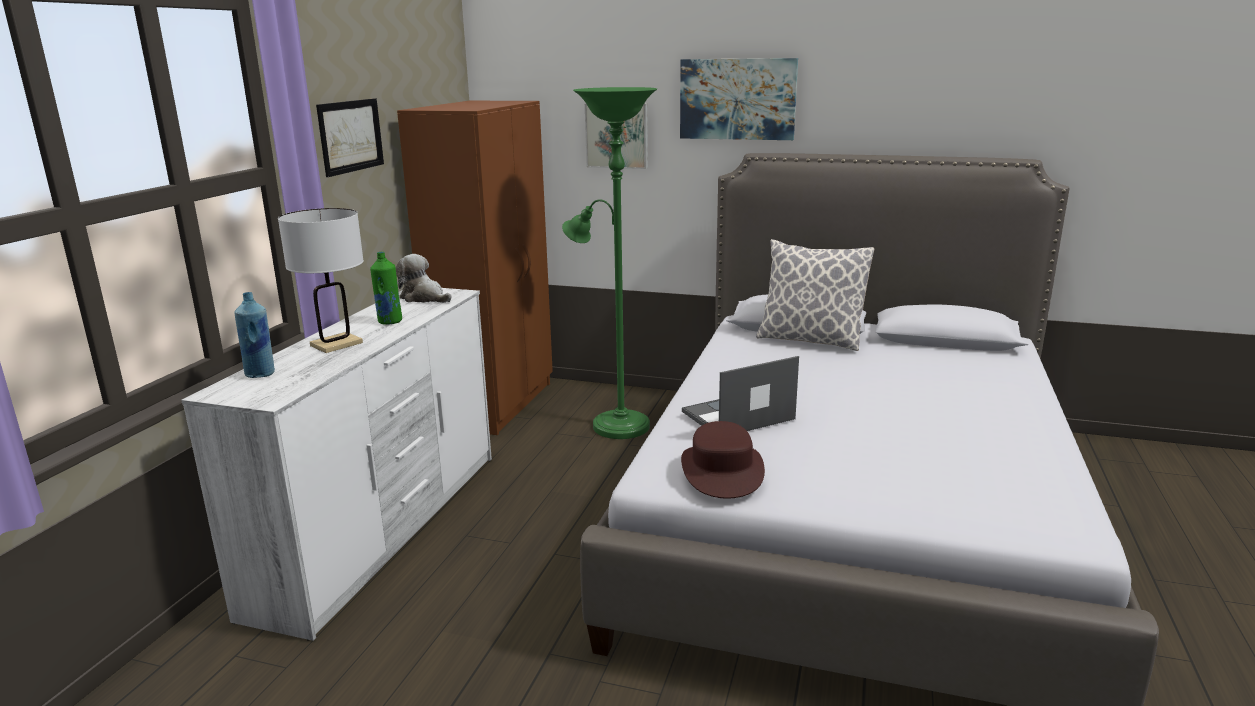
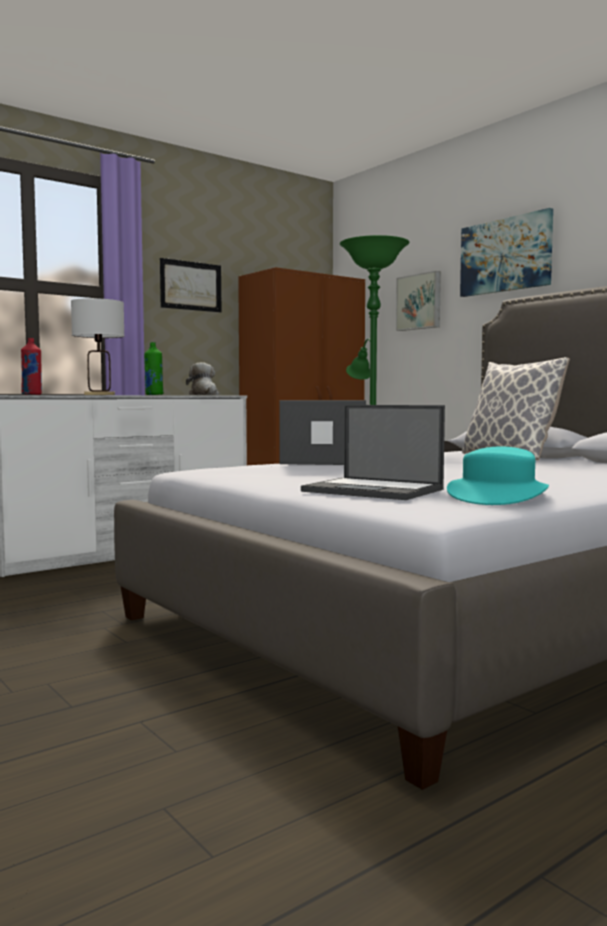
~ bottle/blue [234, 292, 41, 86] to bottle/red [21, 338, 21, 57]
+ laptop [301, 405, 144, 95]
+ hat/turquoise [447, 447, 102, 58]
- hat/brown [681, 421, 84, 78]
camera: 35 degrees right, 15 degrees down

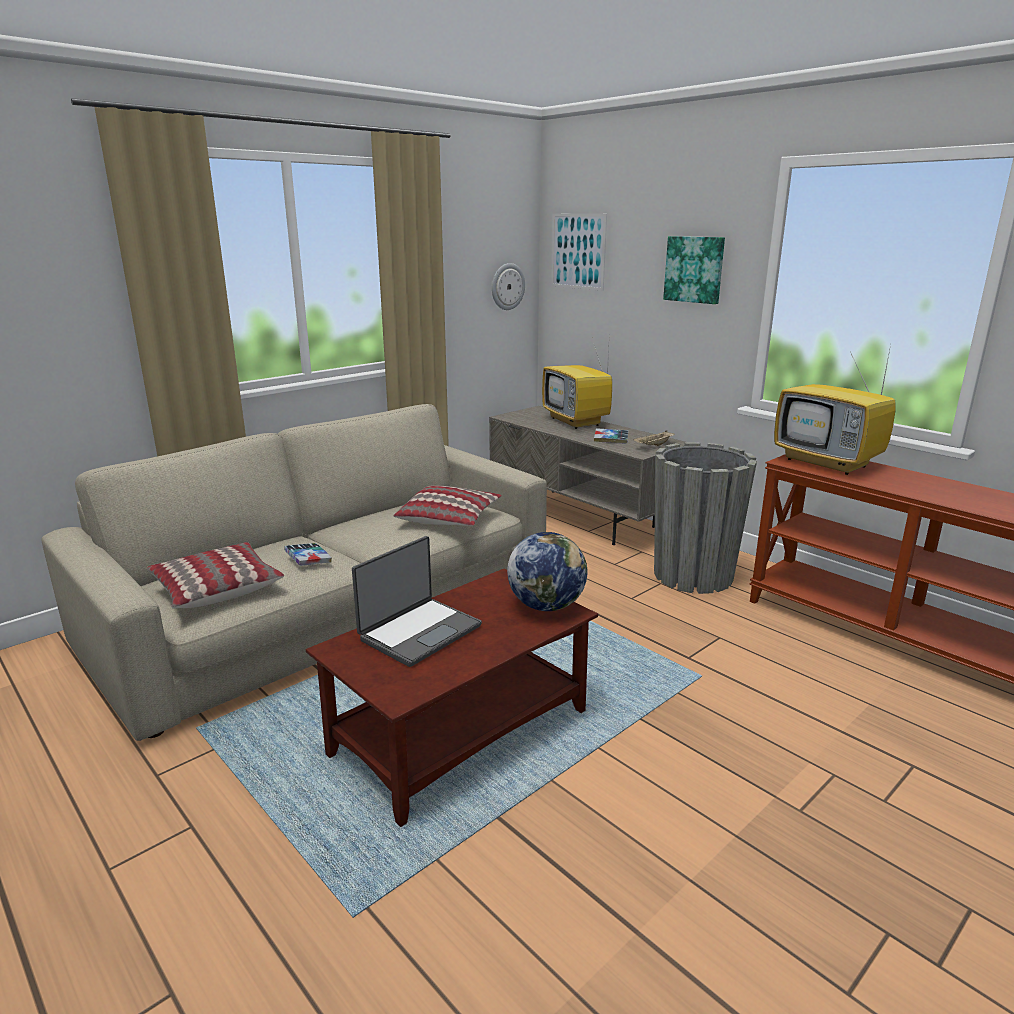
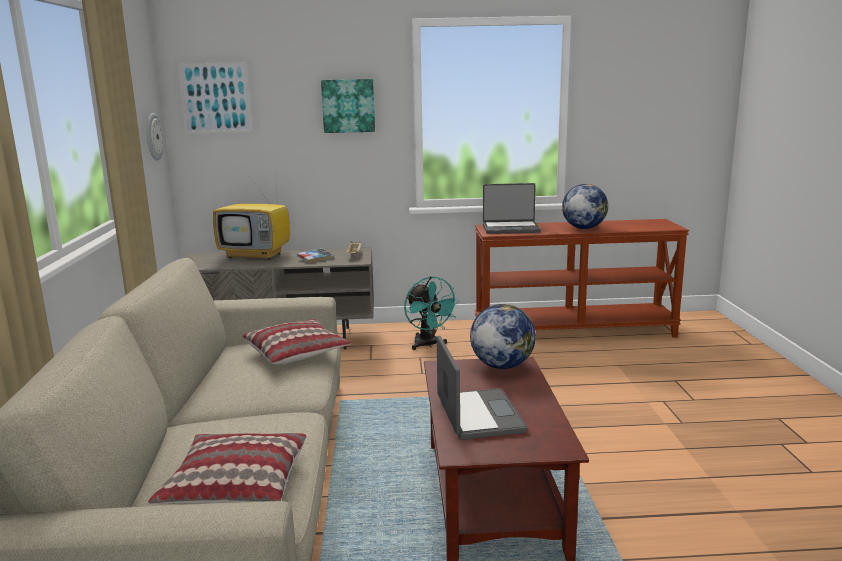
~ planter/grey [654, 442, 103, 152] to fan/turquoise [404, 276, 56, 74]
~ television [774, 345, 122, 130] to laptop [483, 183, 58, 51]
+ globe [562, 184, 46, 45]
- book [284, 543, 48, 23]
camera: 50 degrees left, 5 degrees down

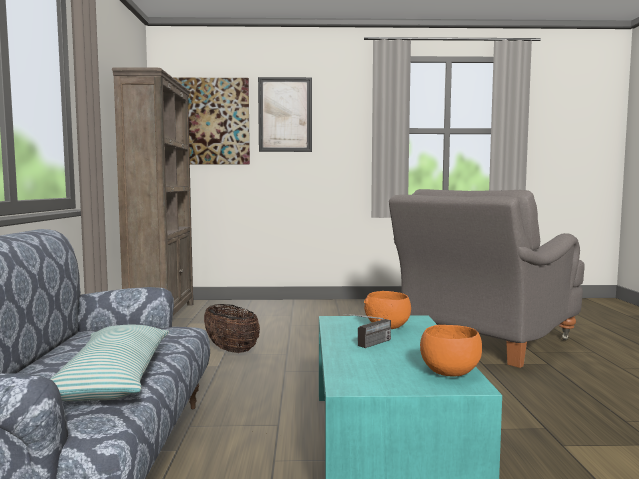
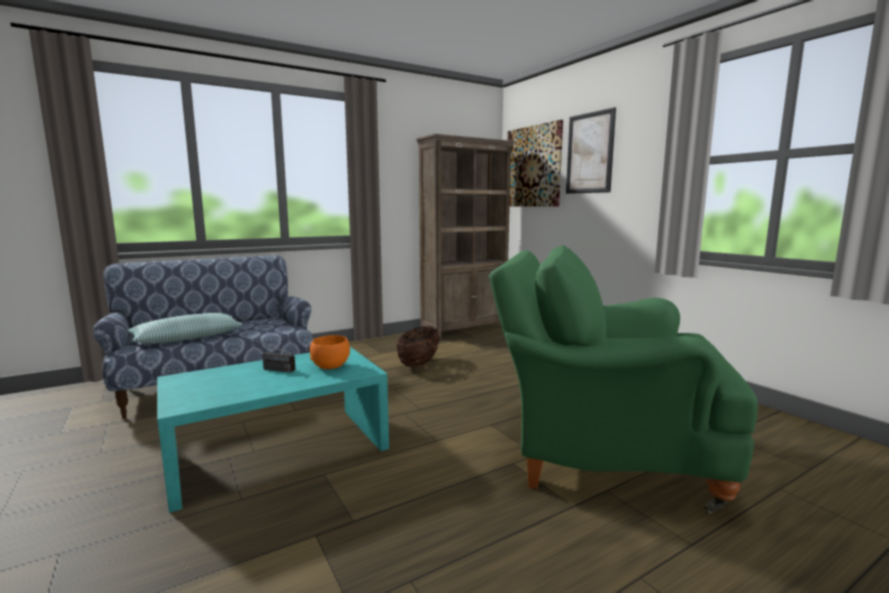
~ armchair/grey [389, 189, 196, 179] to armchair/green [489, 245, 269, 268]
- bowl/orange [420, 325, 62, 52]
camera: 60 degrees right, 5 degrees up

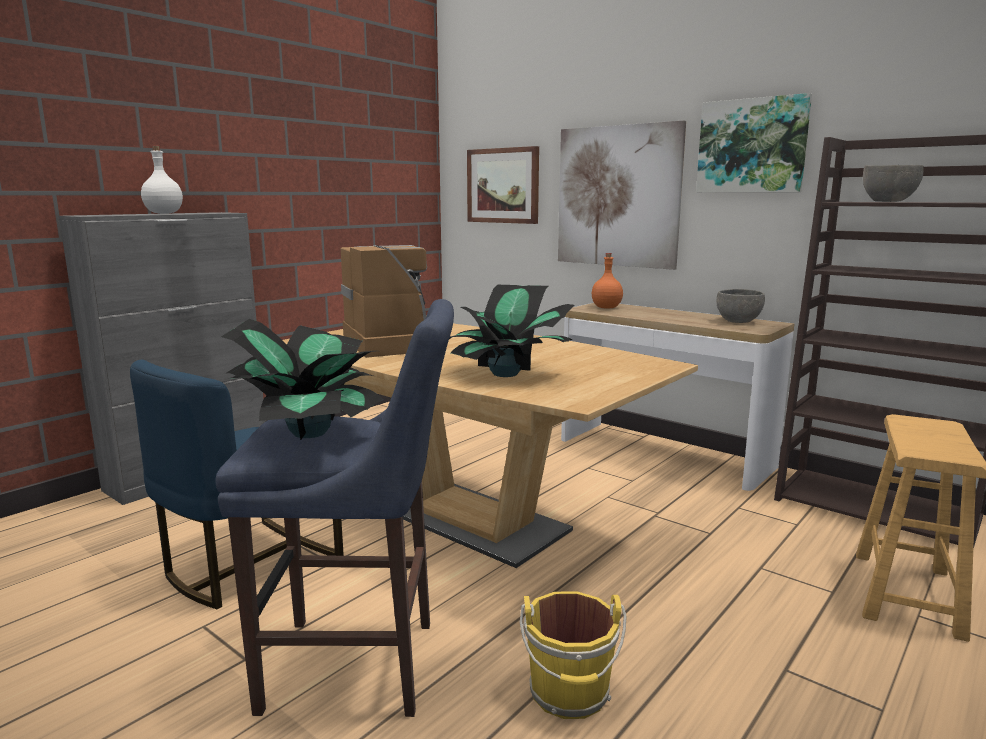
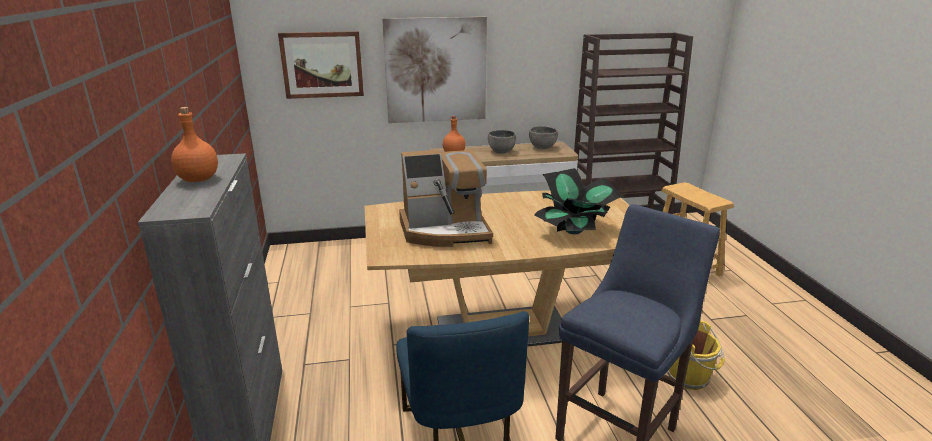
~ bottle/white [141, 145, 42, 69] to bottle/orange [171, 107, 47, 75]
~ coffee machine [341, 245, 86, 113] = [399, 150, 94, 97] 150 degrees clockwise
~ bowl/grey [863, 165, 61, 37] to [488, 130, 28, 24]
- potted plant [221, 319, 163, 121]
- picture [696, 93, 116, 99]
camera: 50 degrees left, 10 degrees up

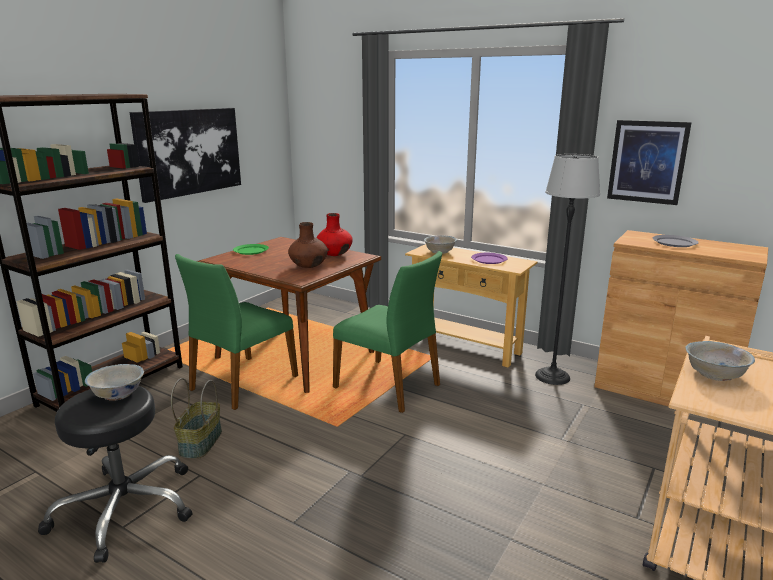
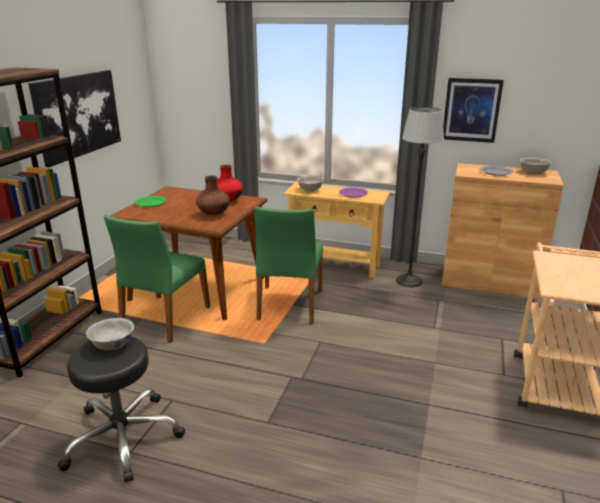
~ chair/green [333, 251, 109, 162] = [254, 207, 69, 117] 75 degrees clockwise
~ bowl/white [685, 341, 70, 40] to [519, 158, 33, 16]
- basket [171, 378, 51, 81]
camera: 15 degrees left, 5 degrees up

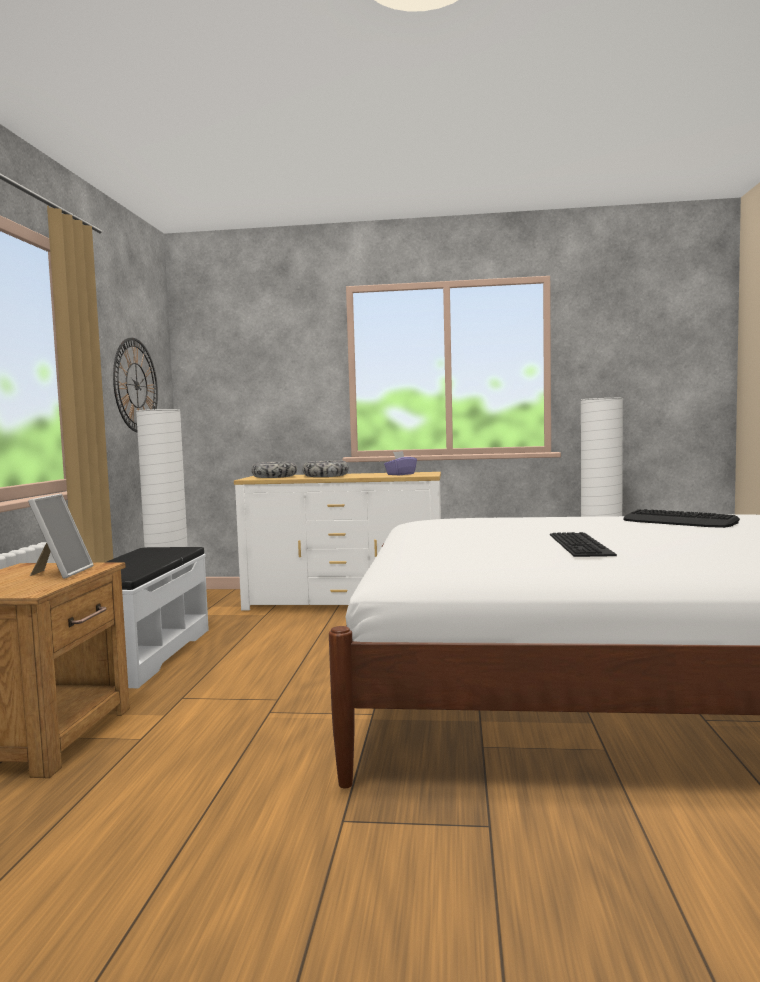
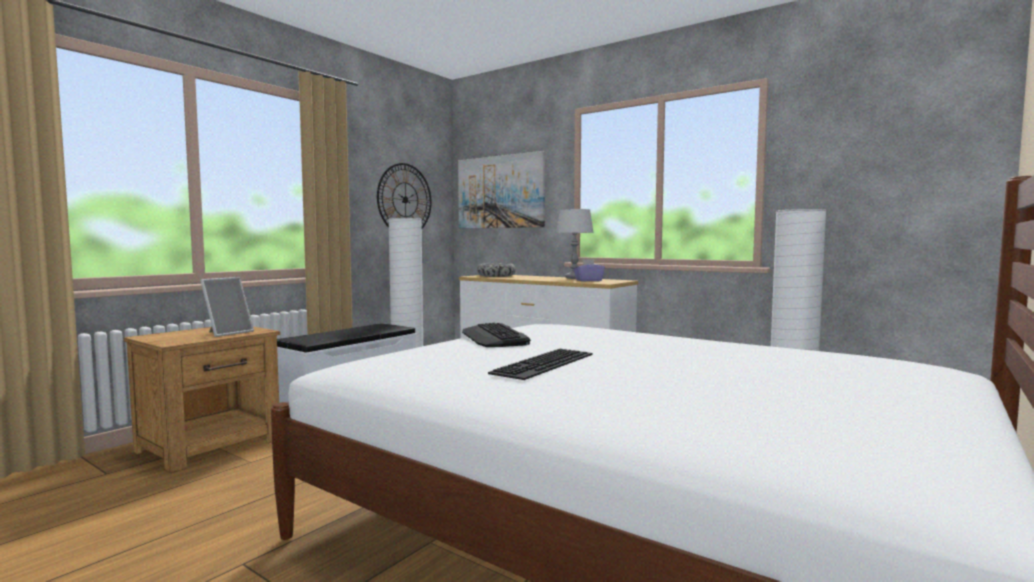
+ picture [458, 151, 87, 78]
~ keyboard [623, 509, 117, 19] to [462, 323, 69, 24]
+ table lamp/grey [556, 209, 38, 70]
- bowl [302, 460, 47, 17]
camera: 30 degrees right, 0 degrees up

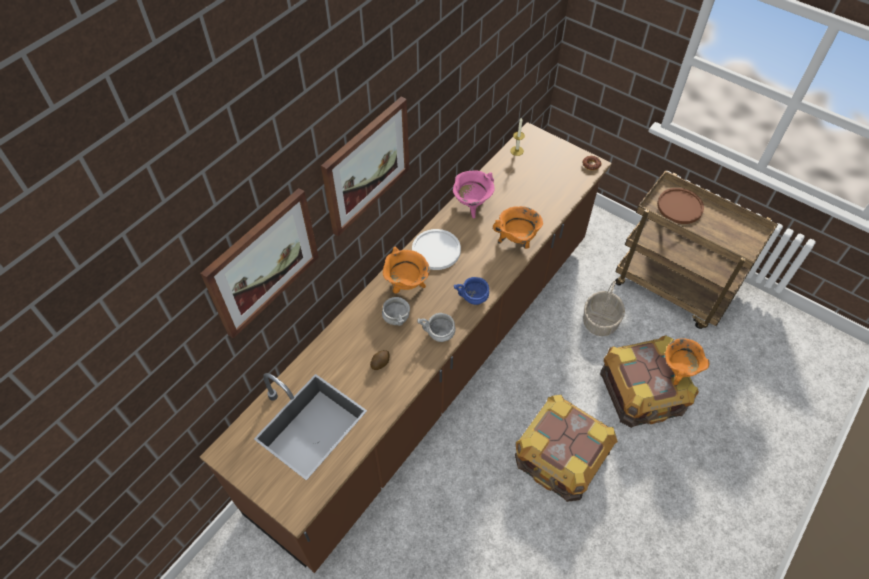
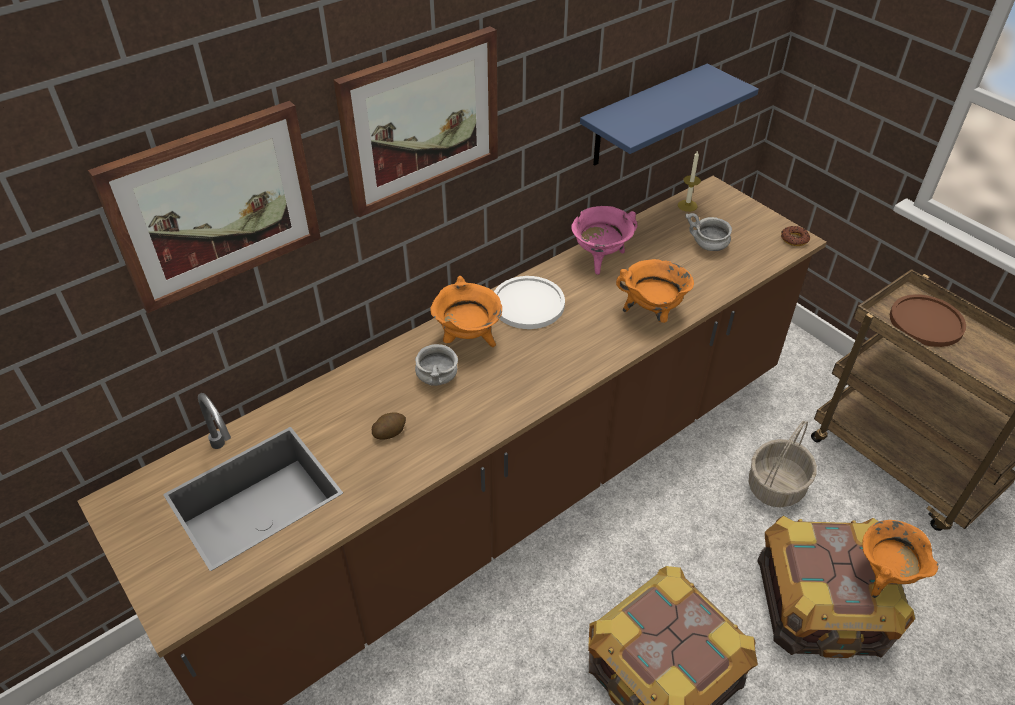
+ shelf/blue [580, 64, 179, 102]
~ bowl/grey [417, 313, 38, 29] to [685, 213, 47, 38]
- bowl/blue [454, 277, 35, 28]
camera: 15 degrees right, 10 degrees down

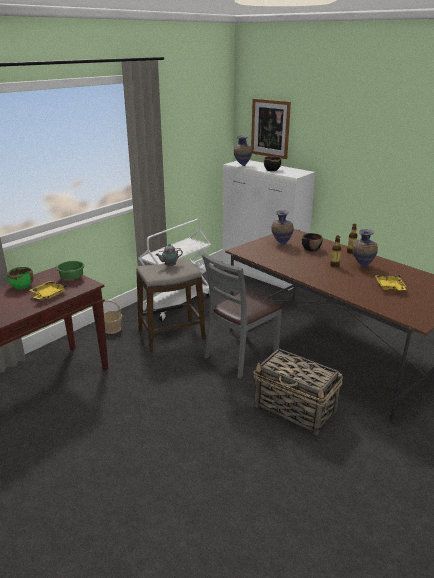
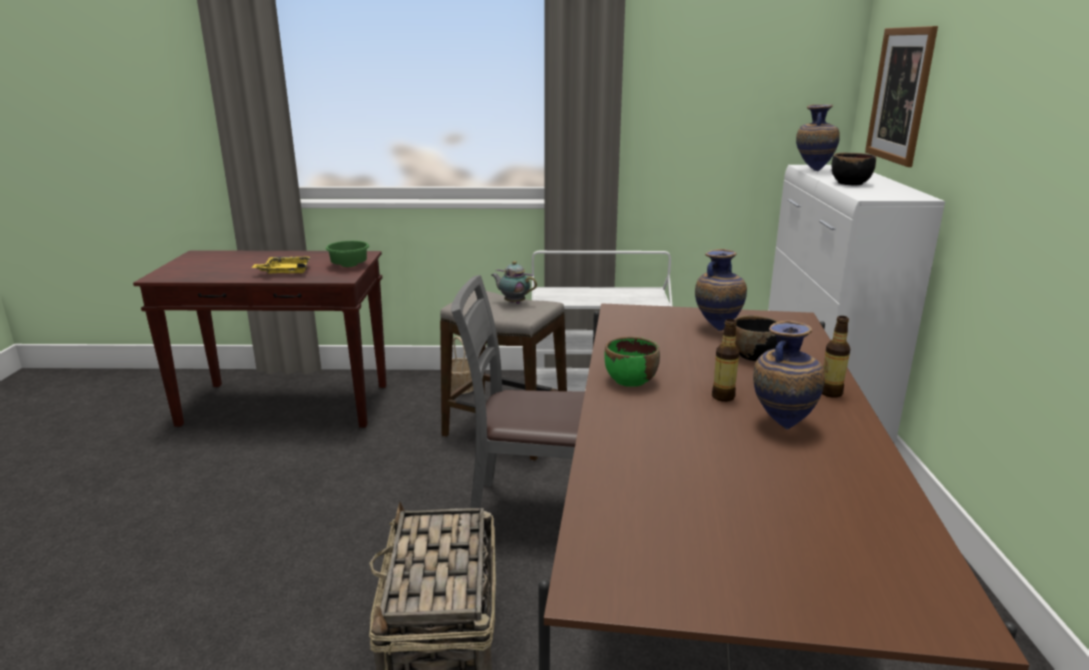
~ bowl/green [7, 267, 26, 22] to [604, 336, 56, 51]
- tray/yellow [375, 274, 32, 16]
camera: 50 degrees right, 5 degrees down

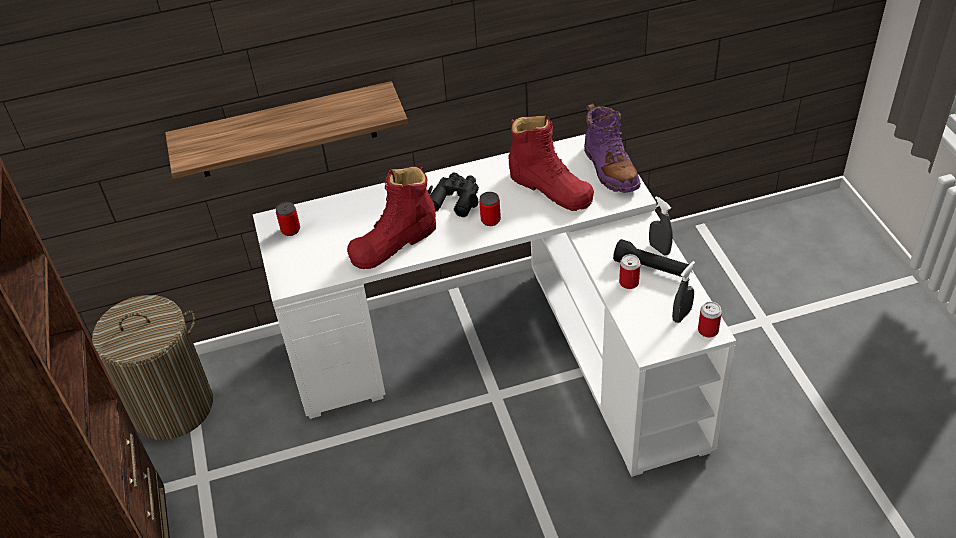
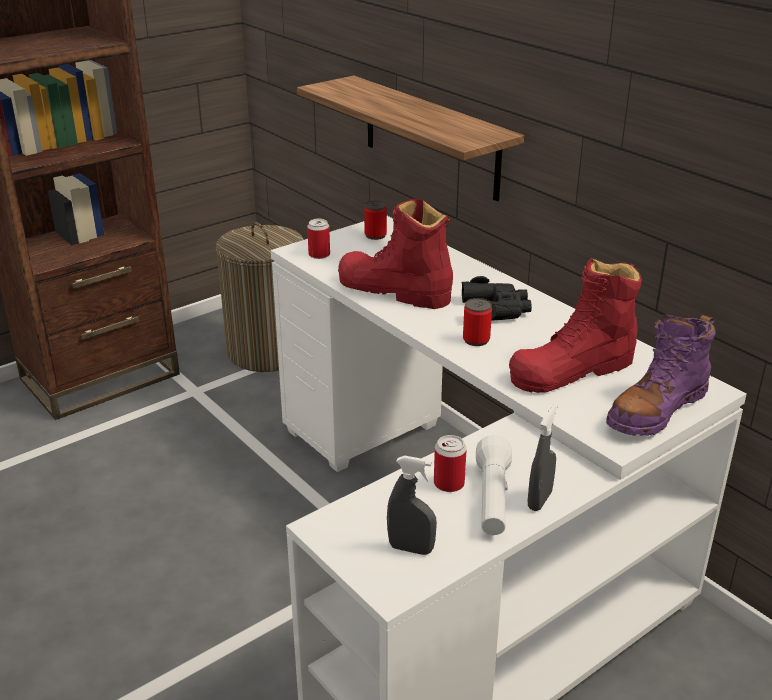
~ can [698, 301, 24, 37] to [307, 219, 23, 40]
~ flashlight/black [613, 239, 76, 38] to flashlight/white [476, 435, 36, 100]
~ boot/red [509, 115, 85, 96] = [509, 258, 133, 135] 45 degrees clockwise
camera: 65 degrees right, 15 degrees down

